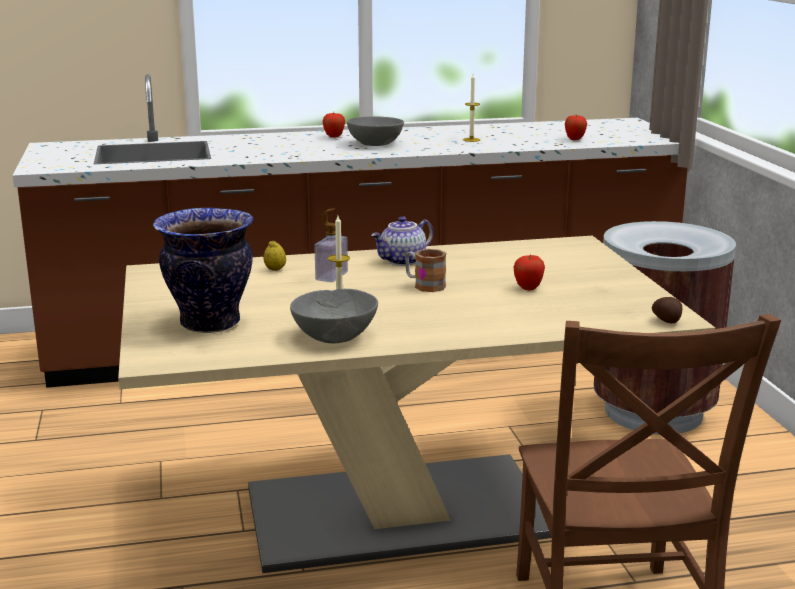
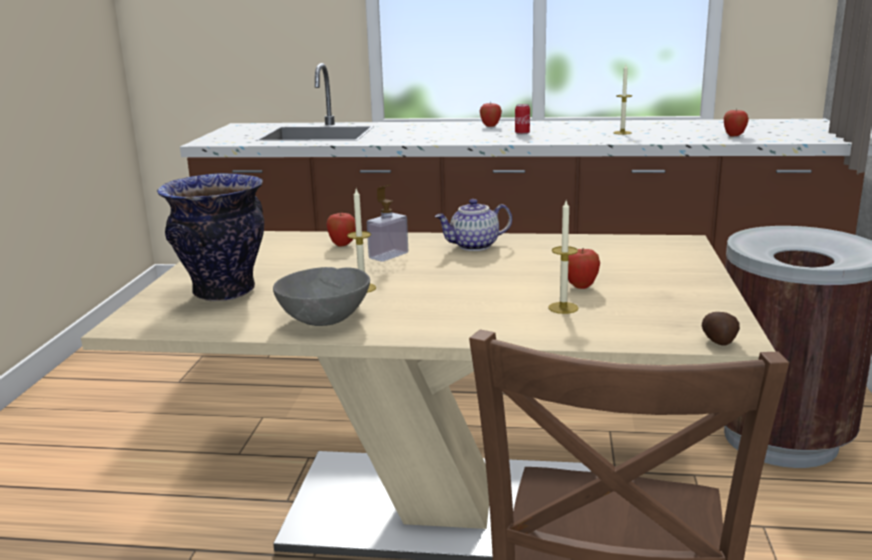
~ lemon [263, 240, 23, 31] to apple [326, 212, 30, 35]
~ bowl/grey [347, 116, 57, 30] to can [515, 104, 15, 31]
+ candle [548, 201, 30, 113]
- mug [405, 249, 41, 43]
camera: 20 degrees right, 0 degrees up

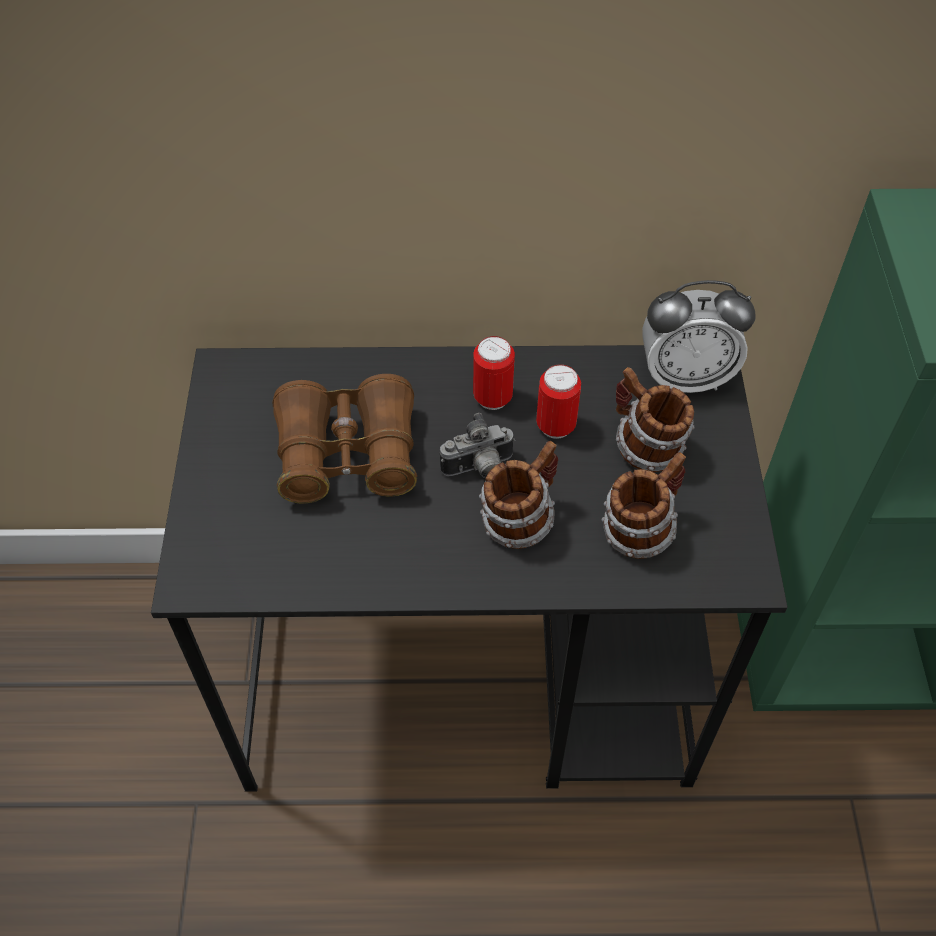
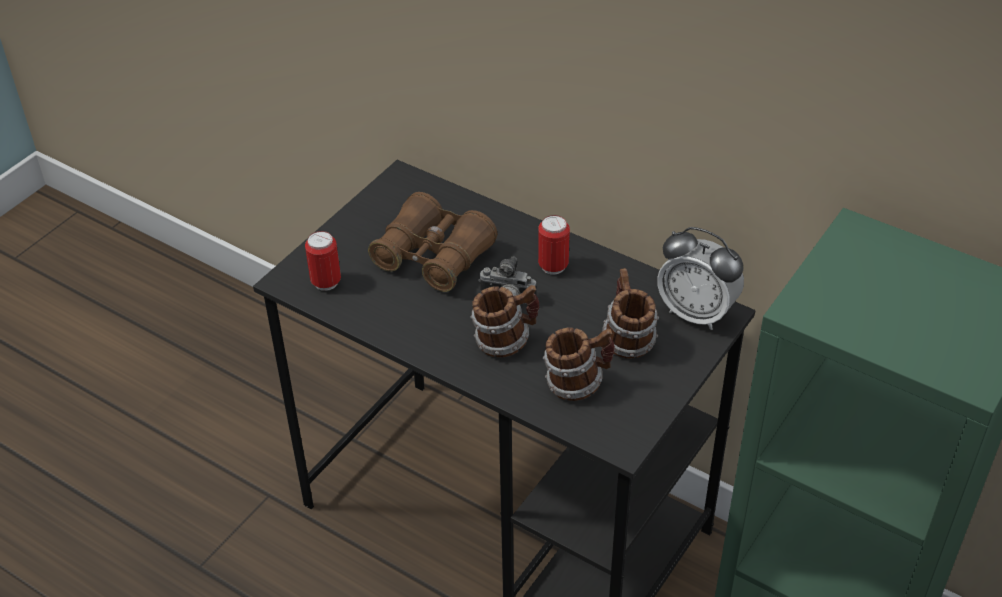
~ can [536, 364, 45, 75] to [305, 231, 36, 60]
camera: 35 degrees right, 10 degrees down

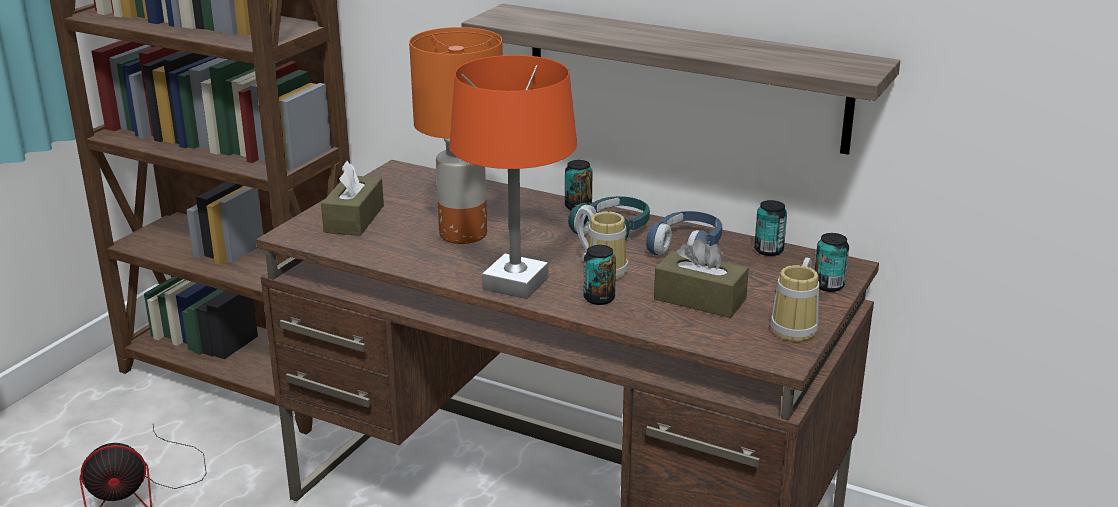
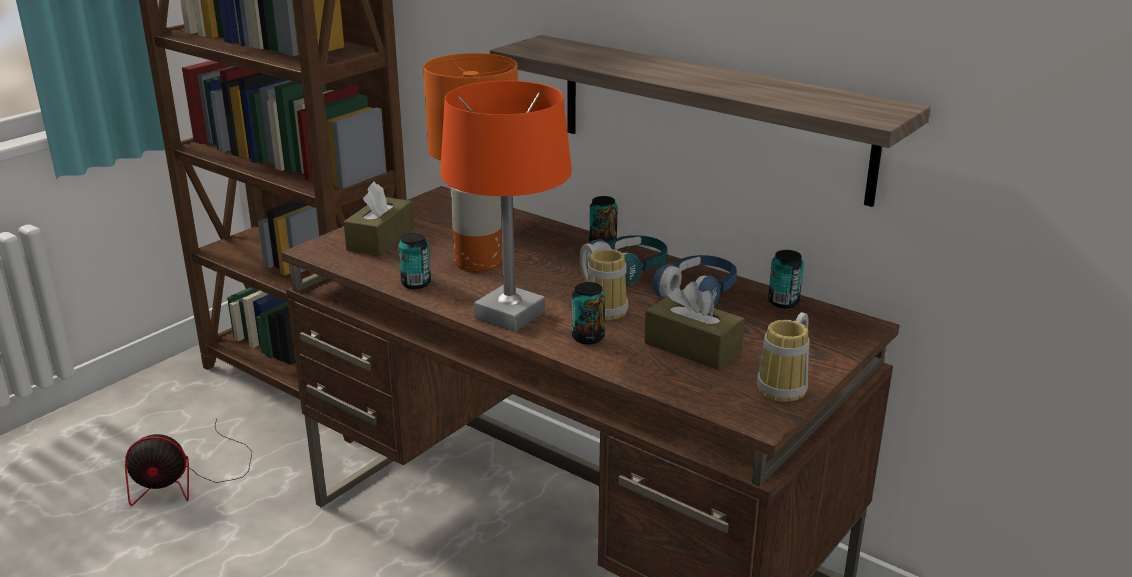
~ can [815, 233, 34, 59] to [398, 232, 33, 57]
camera: 10 degrees right, 0 degrees up

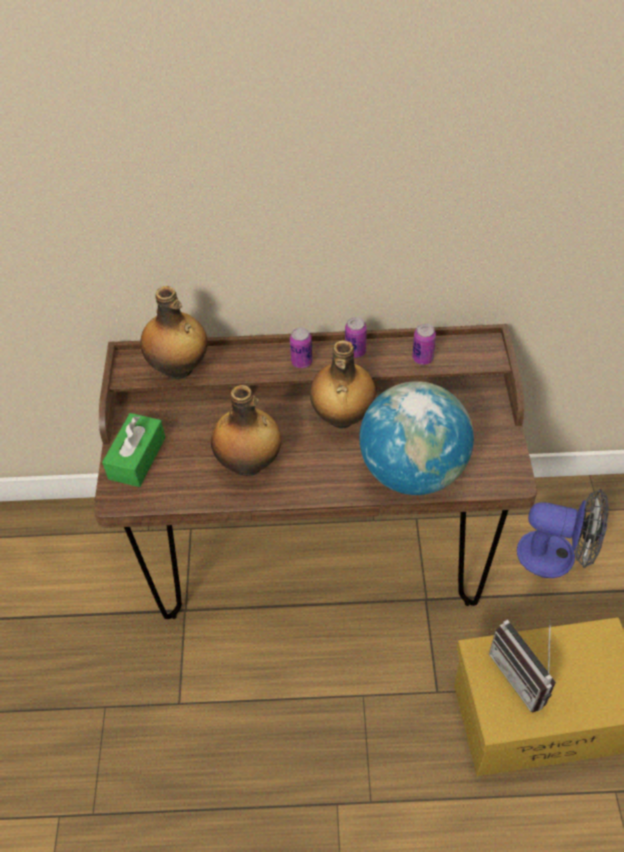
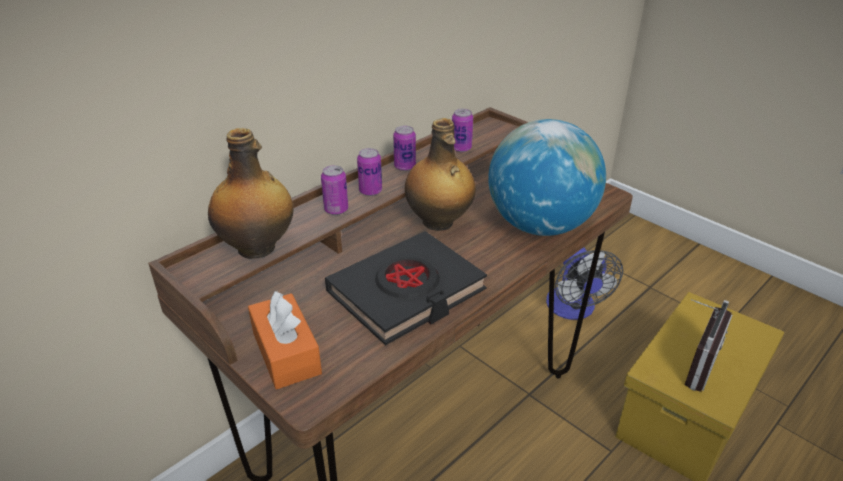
~ tissue box/green [102, 413, 64, 74] to tissue box/orange [248, 290, 74, 99]
+ can [321, 165, 27, 50]
~ bottle [211, 385, 70, 91] to book/black [325, 231, 162, 114]
~ fan [517, 489, 92, 89] = [546, 247, 77, 73] 105 degrees clockwise
~ radio [489, 619, 67, 93] = [685, 299, 47, 93] 75 degrees counterclockwise
camera: 45 degrees left, 15 degrees down

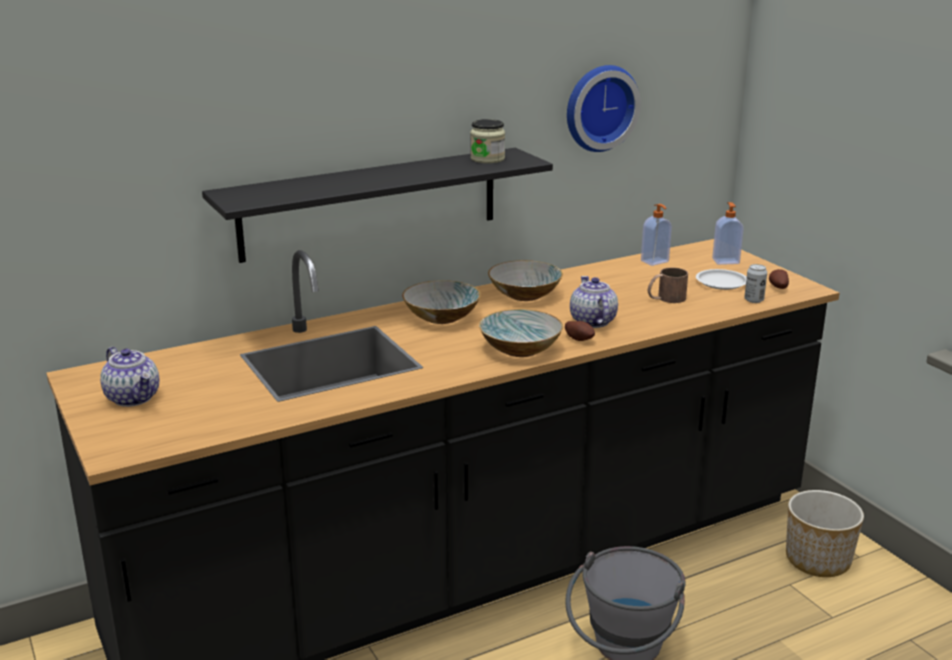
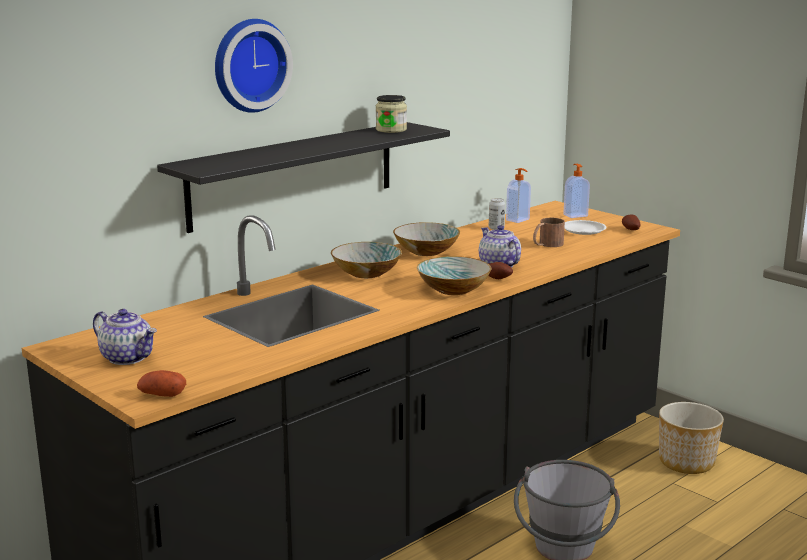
+ potato [137, 370, 49, 27]
~ wall clock [567, 65, 74, 87] to [215, 19, 78, 94]
~ can [744, 264, 23, 39] to [489, 198, 16, 32]
camera: 15 degrees left, 5 degrees down

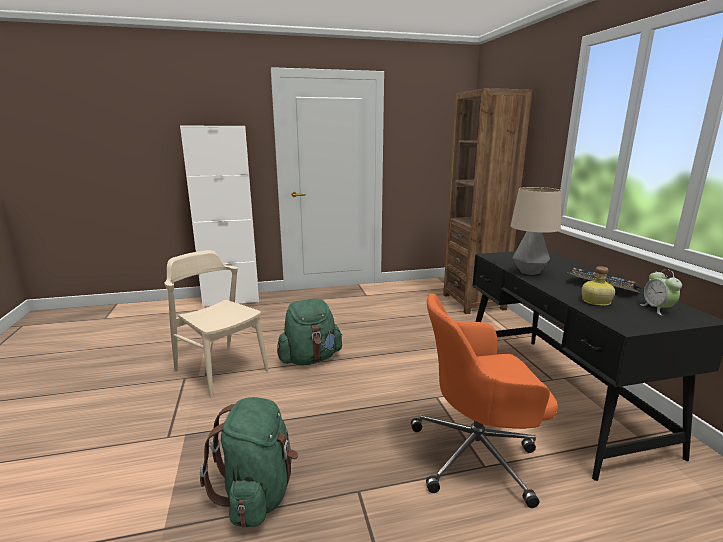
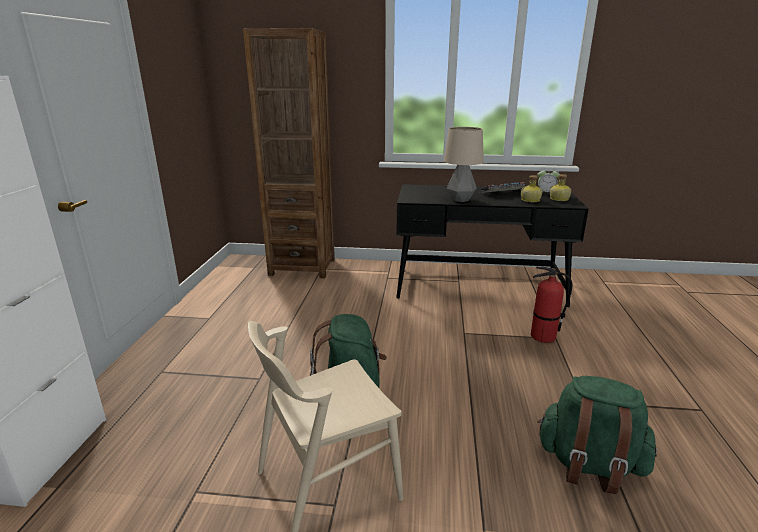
~ office chair/orange [411, 294, 147, 214] to fire extinguisher [531, 267, 42, 76]
+ bottle [550, 174, 21, 27]
camera: 70 degrees left, 5 degrees up

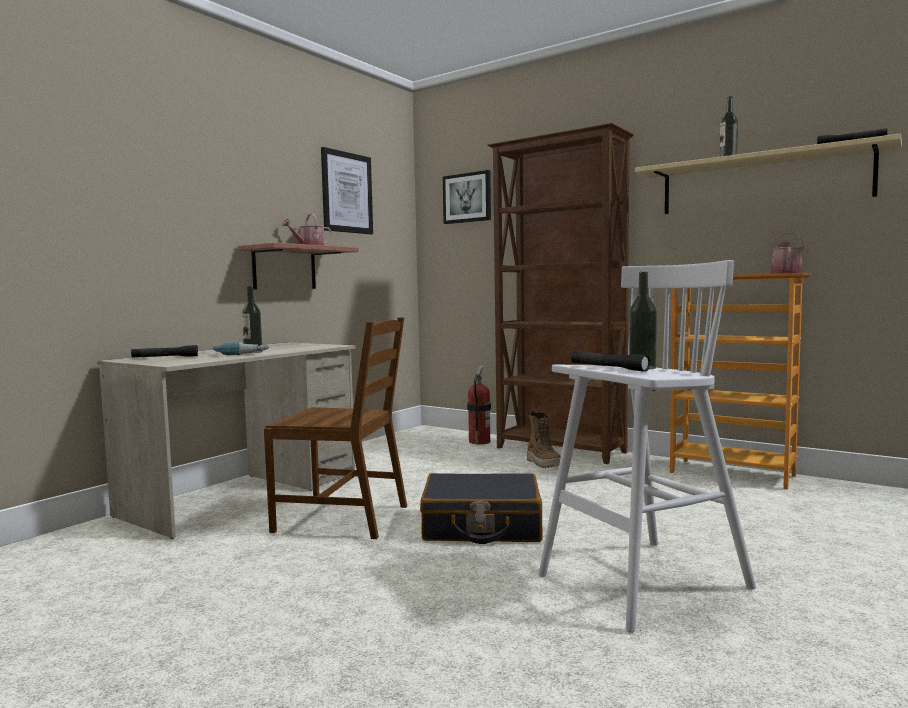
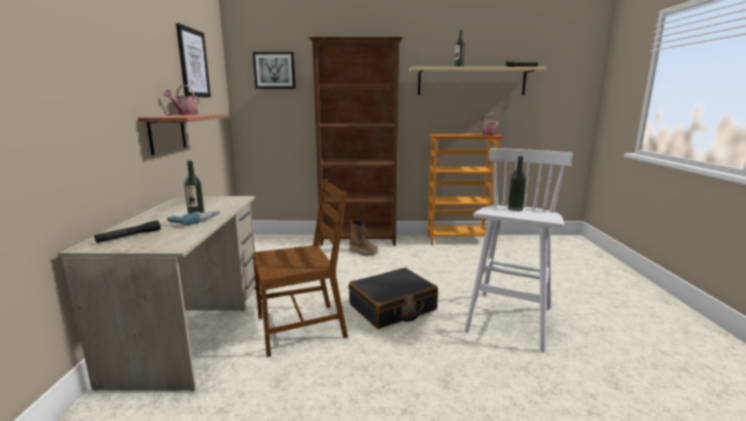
- fire extinguisher [467, 365, 24, 79]
- flashlight/black [571, 352, 80, 20]
camera: 35 degrees left, 10 degrees up

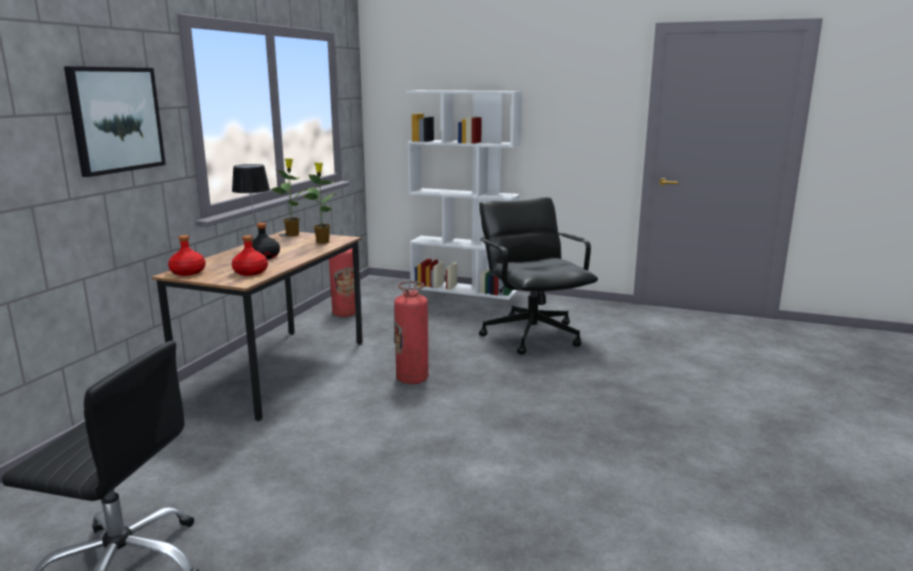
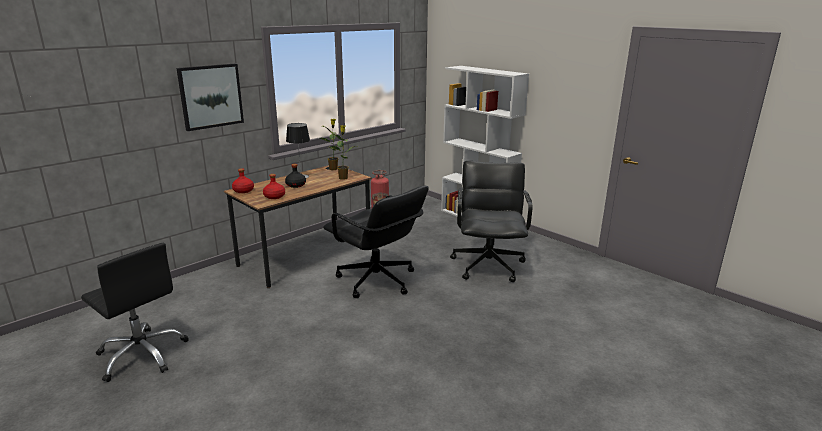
~ fire extinguisher [394, 281, 34, 103] to office chair/black [323, 186, 106, 112]
camera: 25 degrees right, 5 degrees up

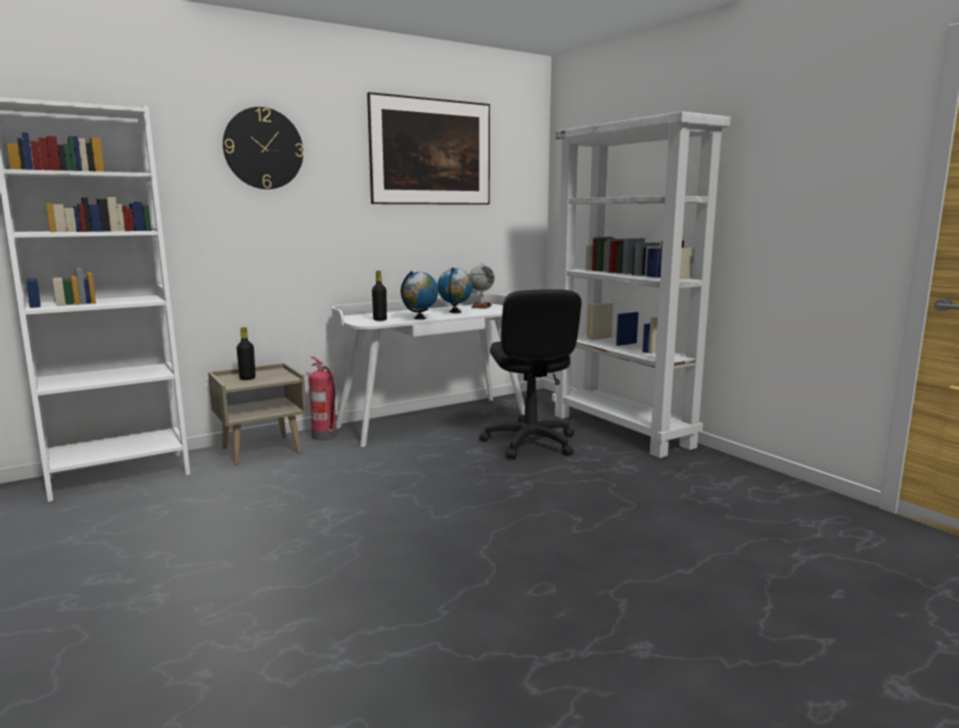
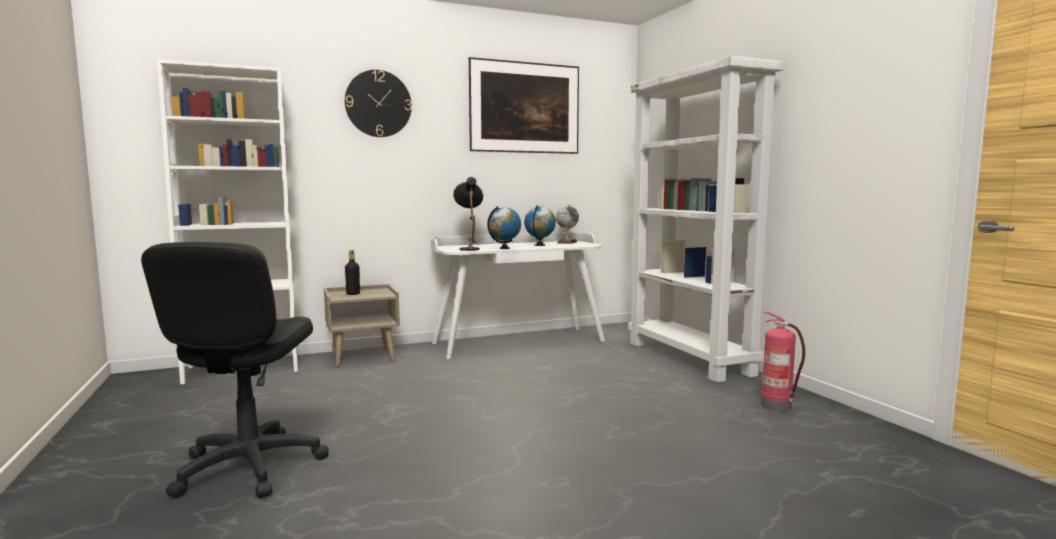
~ office chair/black [479, 289, 103, 170] to [141, 242, 188, 256]
~ bottle/black [372, 271, 15, 50] to table lamp/black [453, 177, 30, 74]
~ fire extinguisher [309, 357, 28, 84] to [761, 312, 44, 100]
camera: 10 degrees right, 5 degrees down

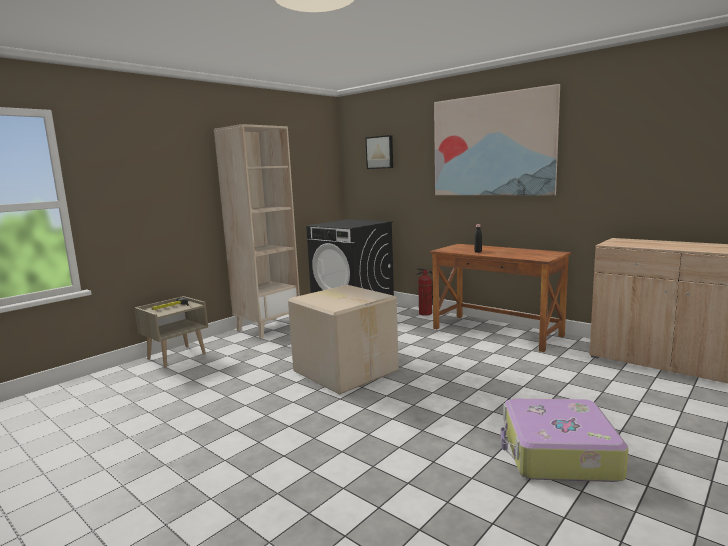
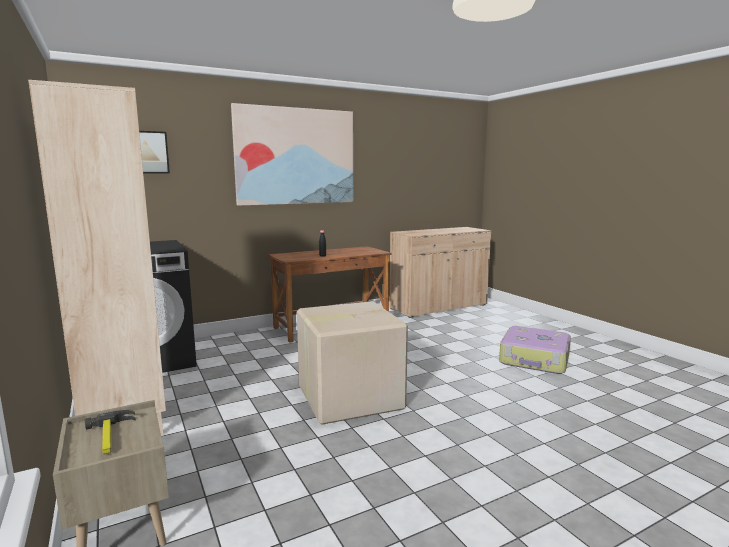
- fire extinguisher [416, 268, 17, 48]
camera: 70 degrees left, 0 degrees up

